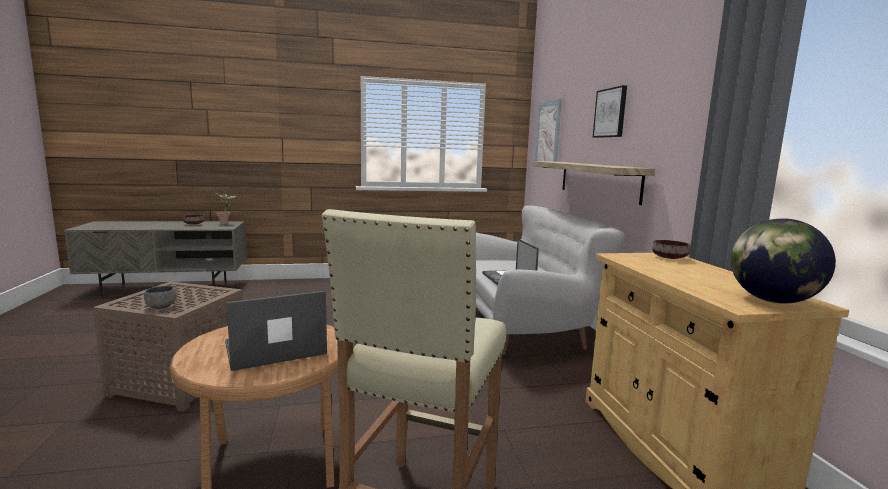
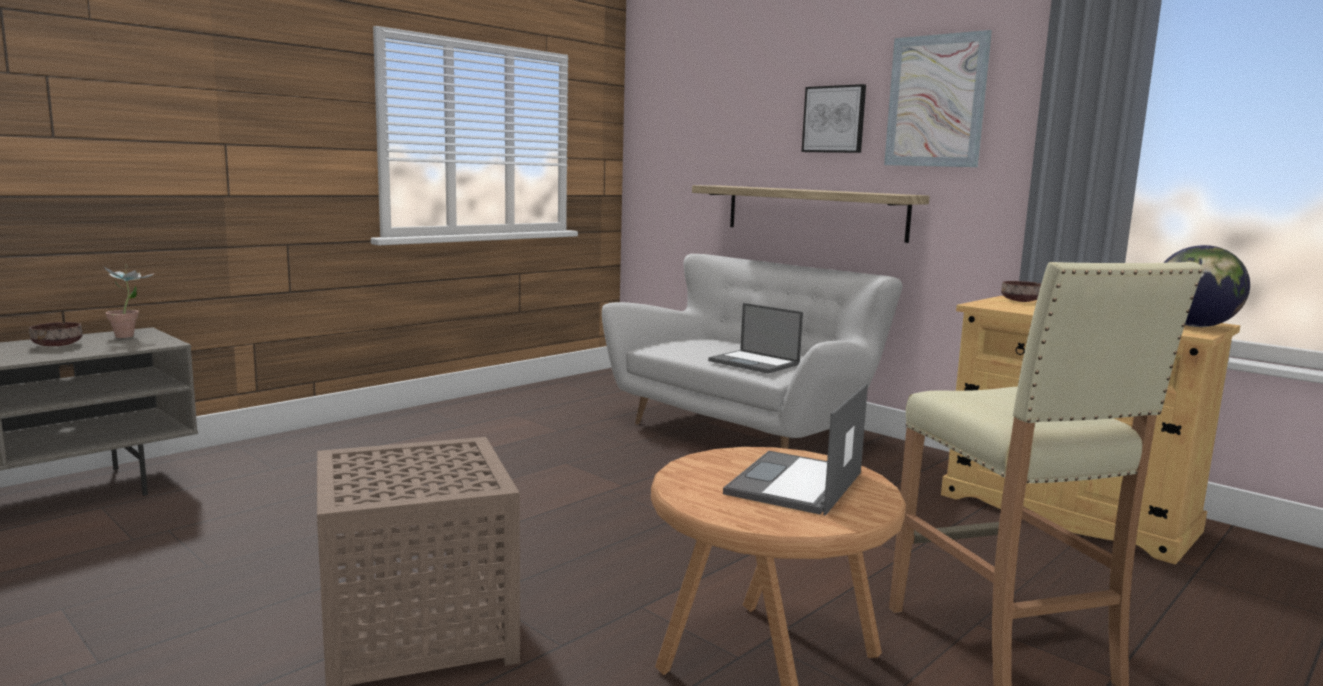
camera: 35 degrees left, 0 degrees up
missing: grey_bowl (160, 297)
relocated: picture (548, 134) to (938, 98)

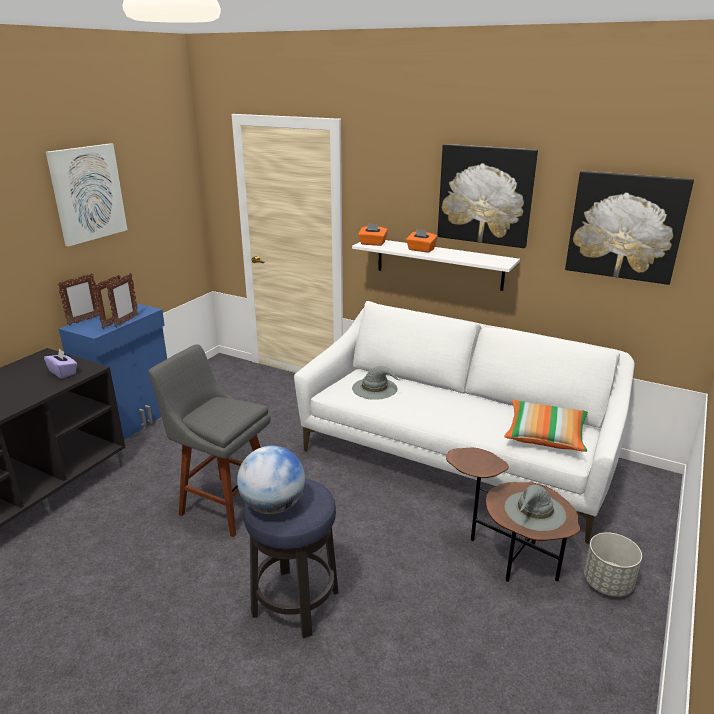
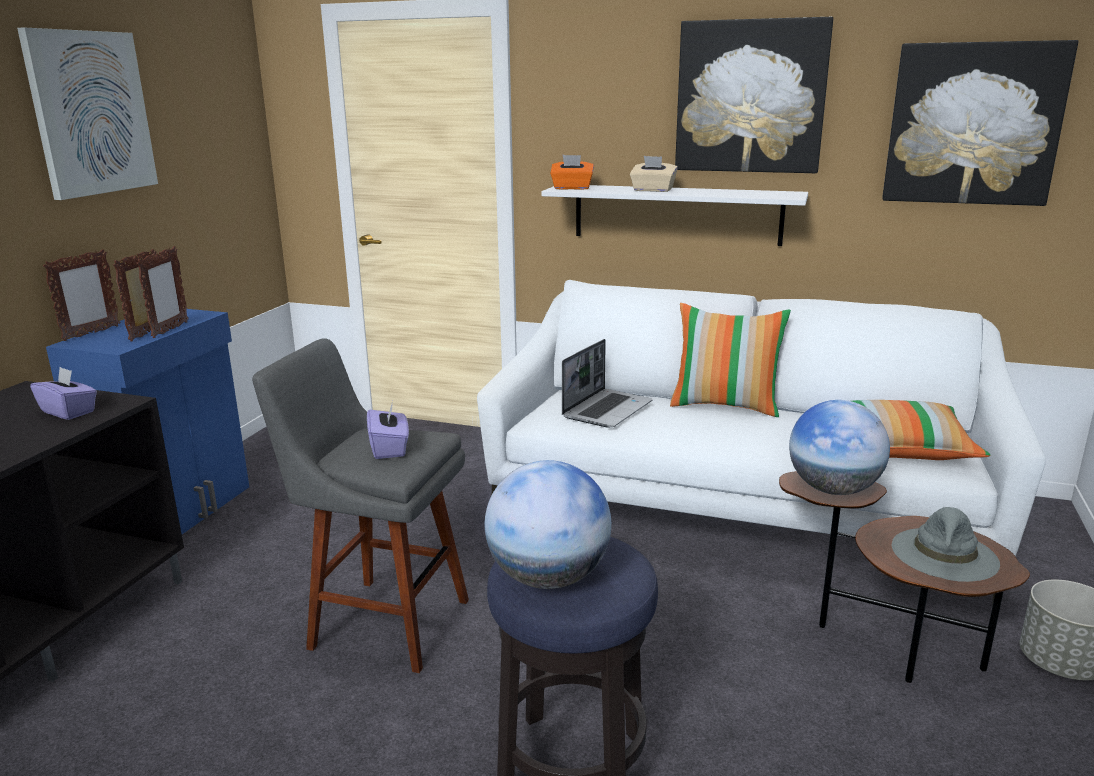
camera: 10 degrees left, 5 degrees down
appeared: purple_tissue_box (388, 430); pillow (730, 360); globe (839, 447)
exchanged: grey_hat (376, 383) to laptop (607, 383)
colour: orange_tissue_box (422, 240) to beige_tissue_box (654, 174)

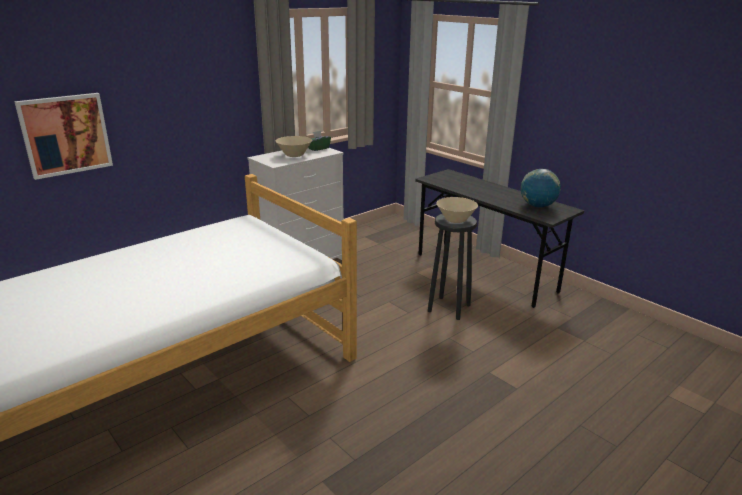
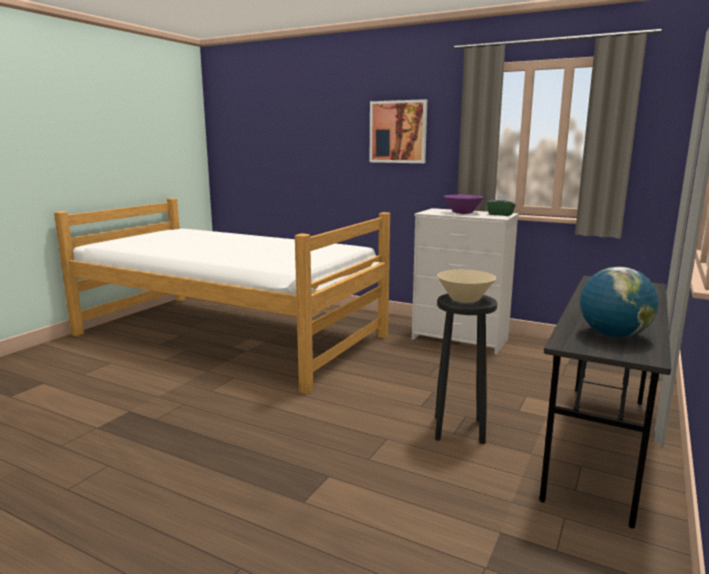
camera: 70 degrees right, 10 degrees down
relocated: picture (63, 136) to (398, 131)
colour: beige_bowl (293, 146) to purple_bowl (464, 204)

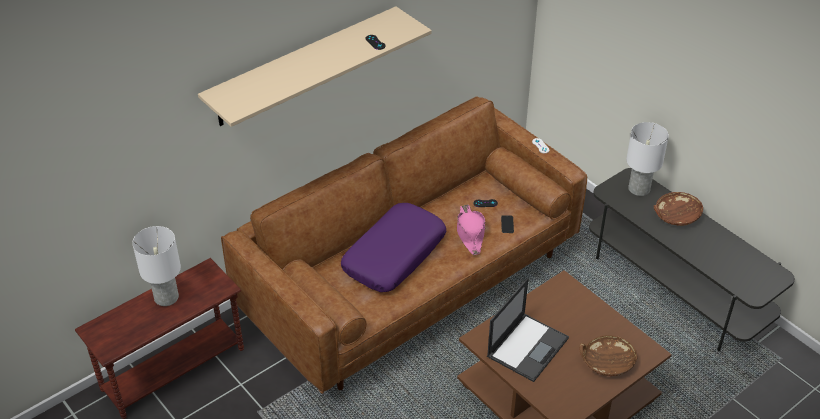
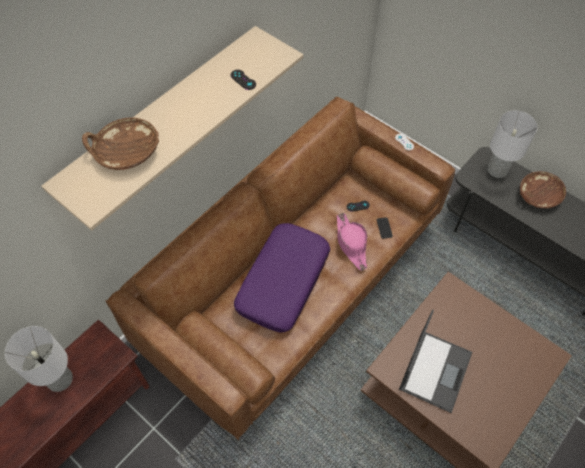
camera: 10 degrees left, 15 degrees up
relocated: brown_bowl (608, 355) to (120, 143)

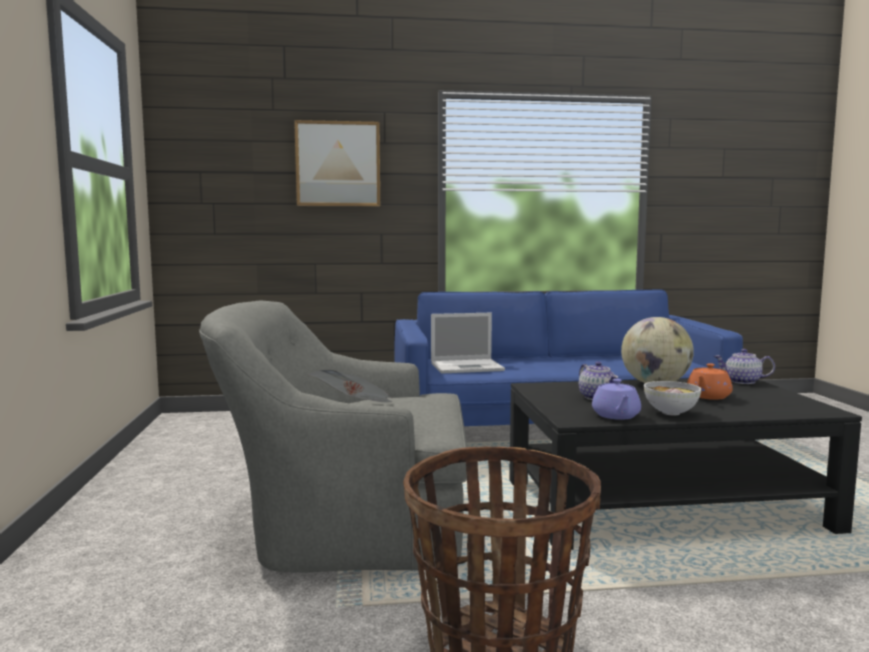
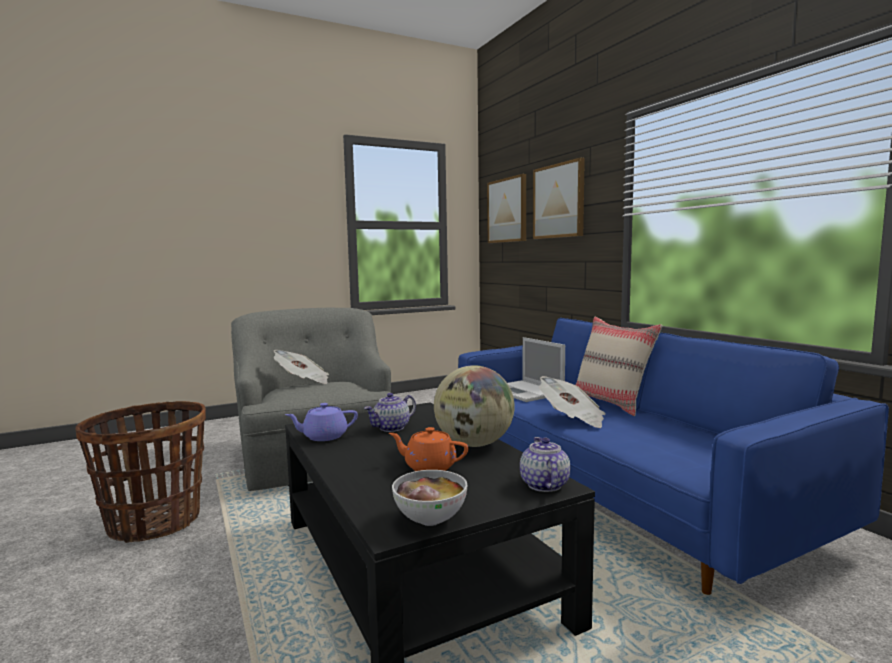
camera: 70 degrees right, 0 degrees up
appeared: picture (506, 208); newspaper (572, 402); beige_pillow (619, 366)
relocated: bowl (672, 398) to (429, 498)

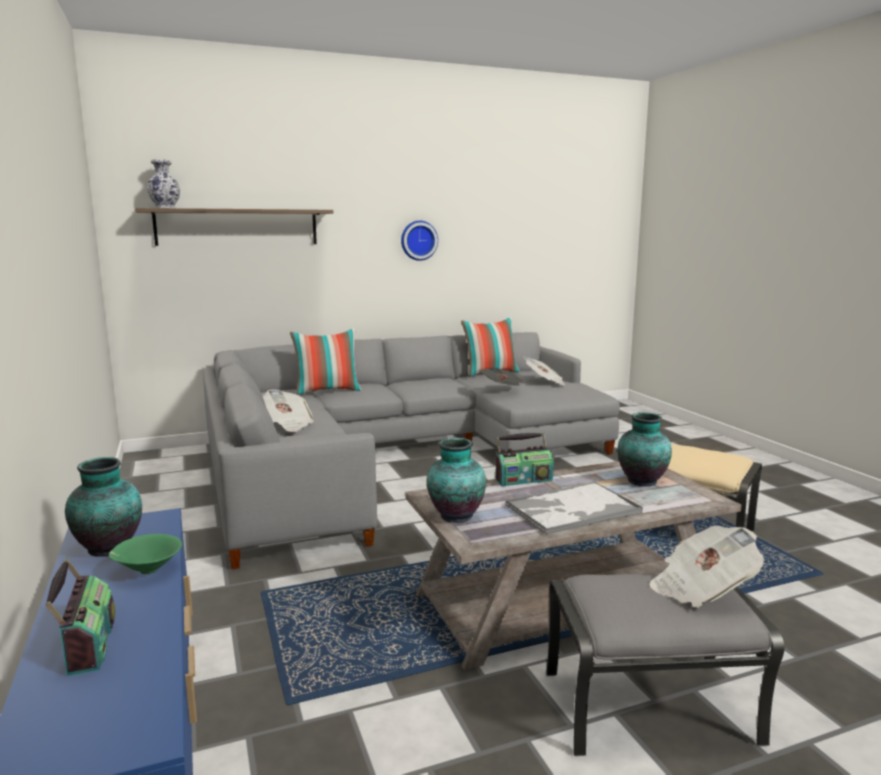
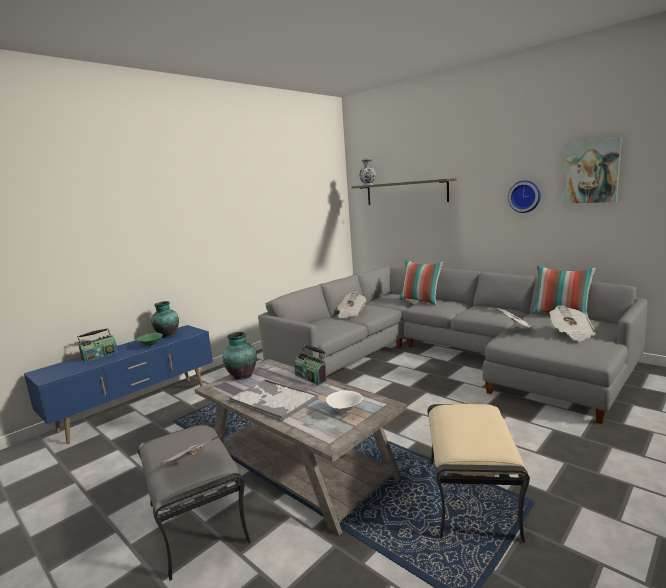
camera: 65 degrees right, 0 degrees up
appeared: picture (592, 170)
exchanged: vase (644, 449) to white_bowl (344, 402)

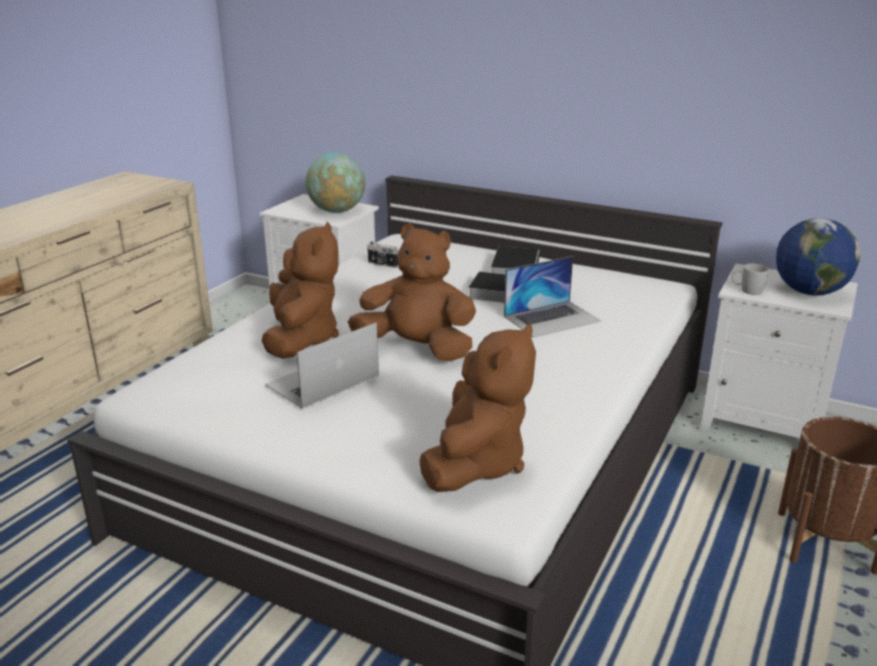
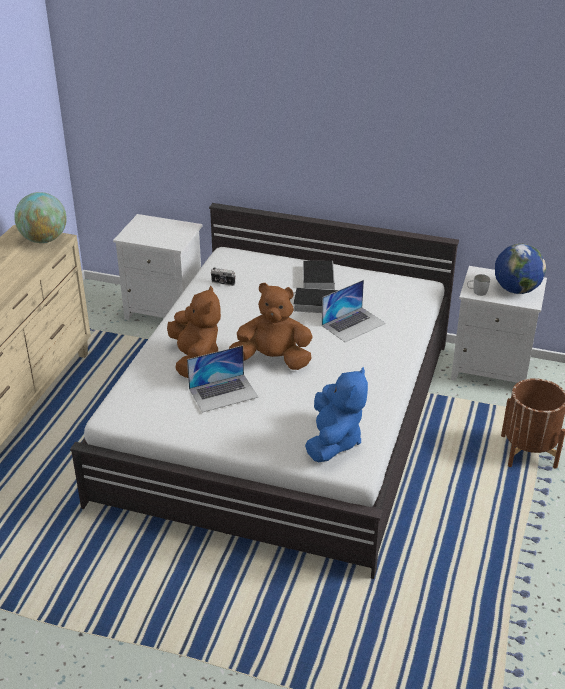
camera: 10 degrees left, 10 degrees up
relocated: globe (335, 182) to (40, 217)
colour: brown_plush_toy (477, 407) to blue_plush_toy (336, 414)
spun: laptop (322, 365) = (222, 379) 150 degrees counterclockwise

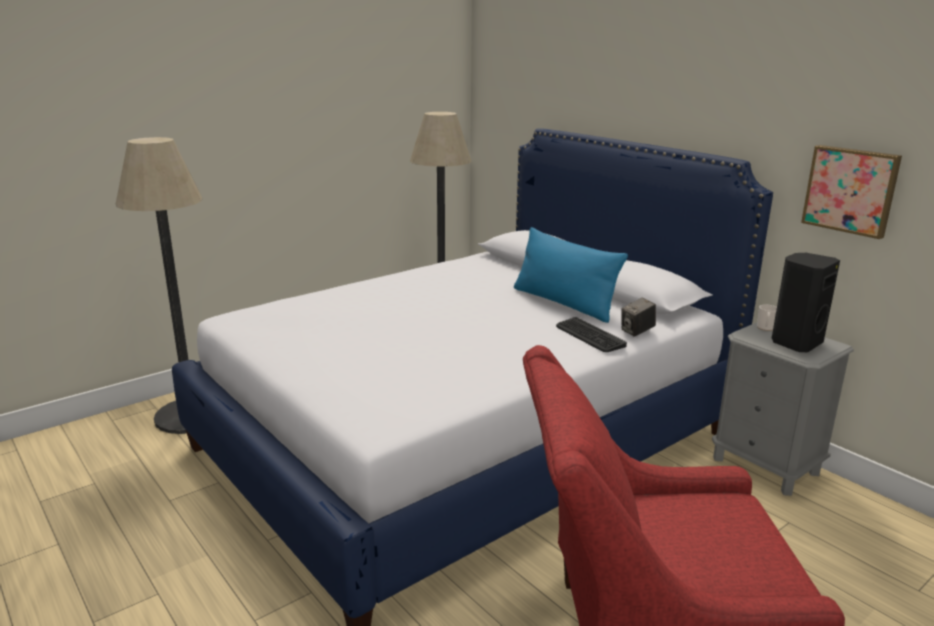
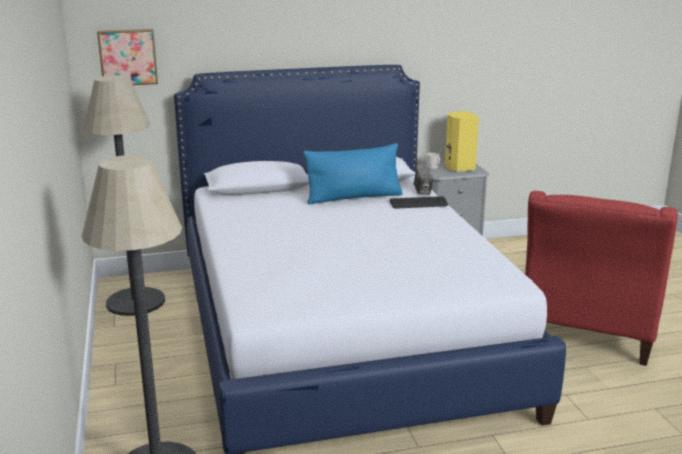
camera: 65 degrees left, 0 degrees up
relocated: picture (851, 192) to (127, 57)
colour: black_speaker (806, 302) to yellow_speaker (462, 141)

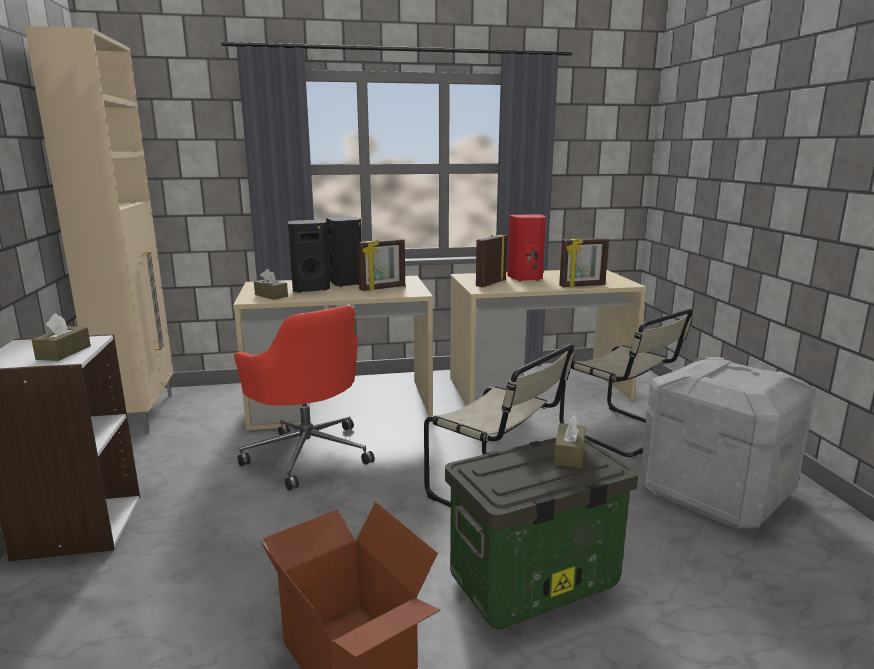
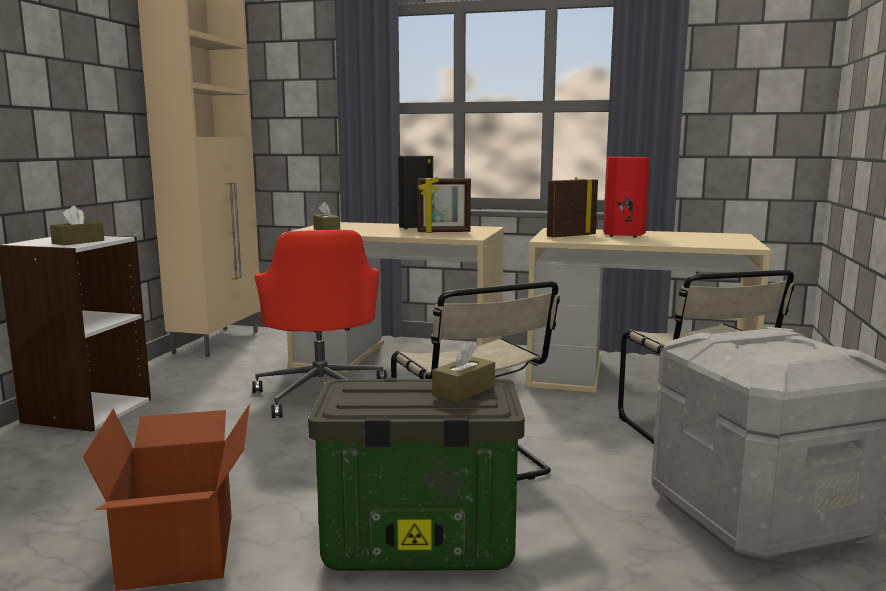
camera: 25 degrees right, 5 degrees down
missing: black_speaker (309, 256); picture_frame (584, 263)

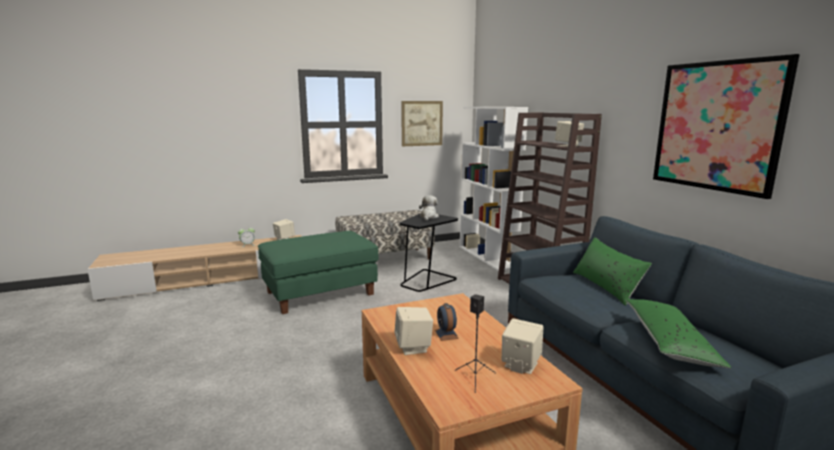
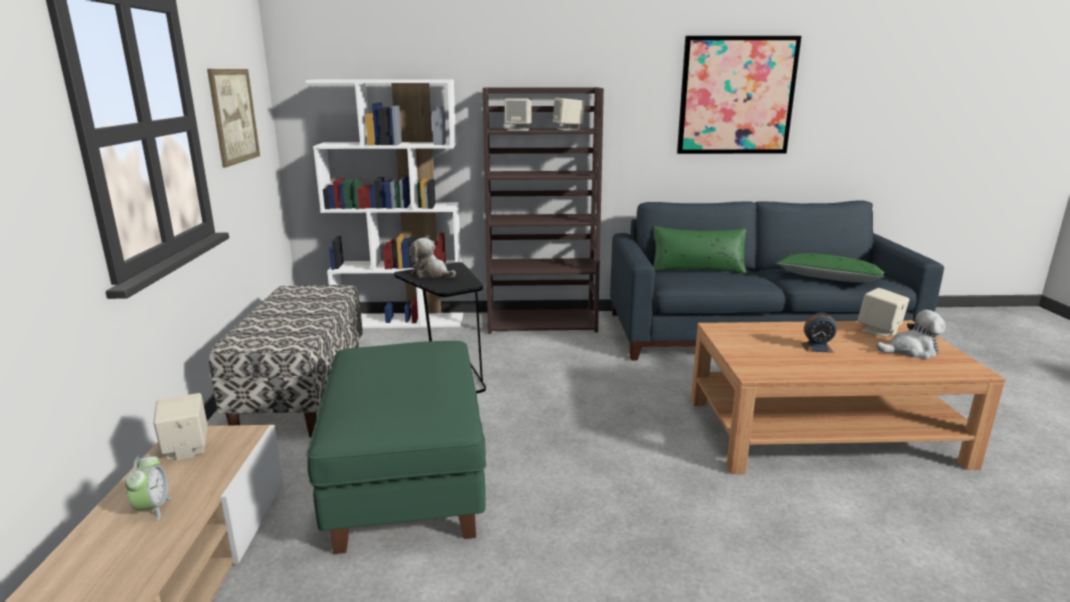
camera: 70 degrees left, 5 degrees up
relocated: beige_speaker (413, 331) to (518, 114)
exchanged: black_speaker (475, 343) to plush_toy (911, 334)

